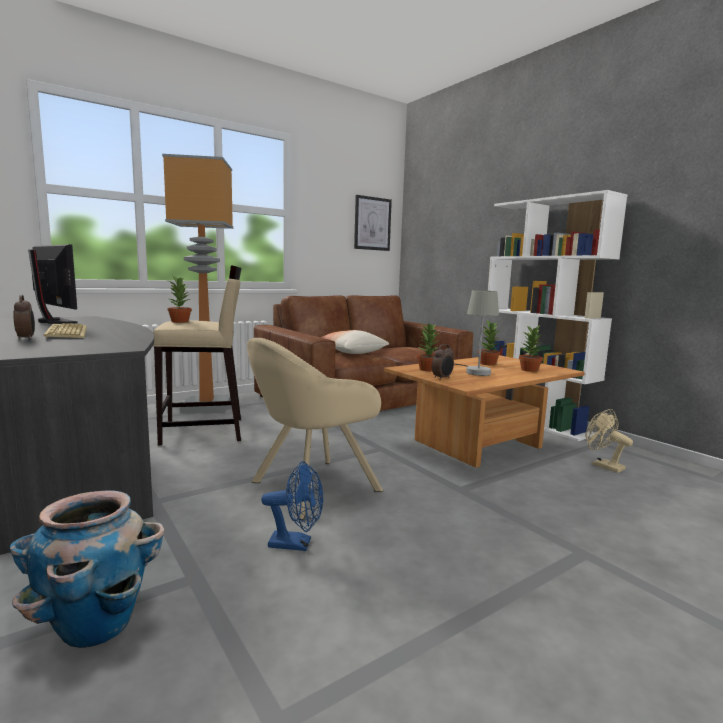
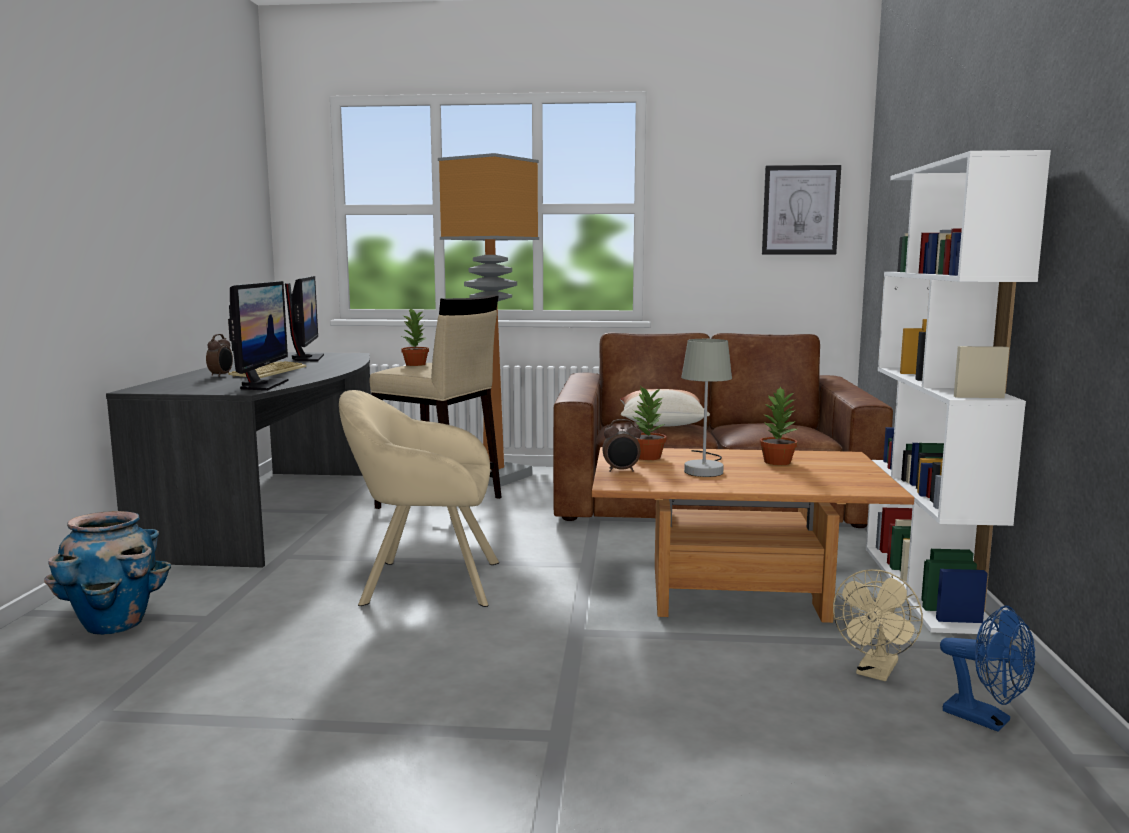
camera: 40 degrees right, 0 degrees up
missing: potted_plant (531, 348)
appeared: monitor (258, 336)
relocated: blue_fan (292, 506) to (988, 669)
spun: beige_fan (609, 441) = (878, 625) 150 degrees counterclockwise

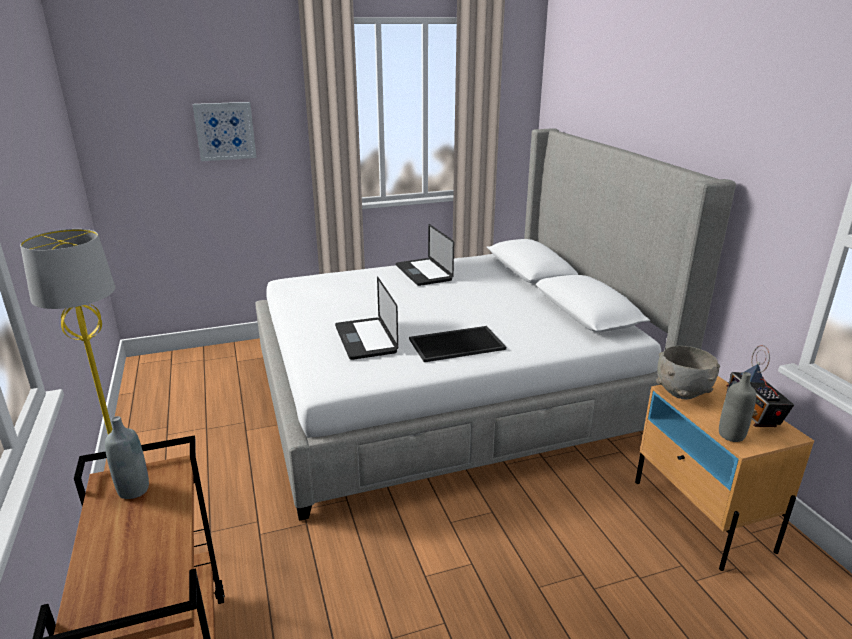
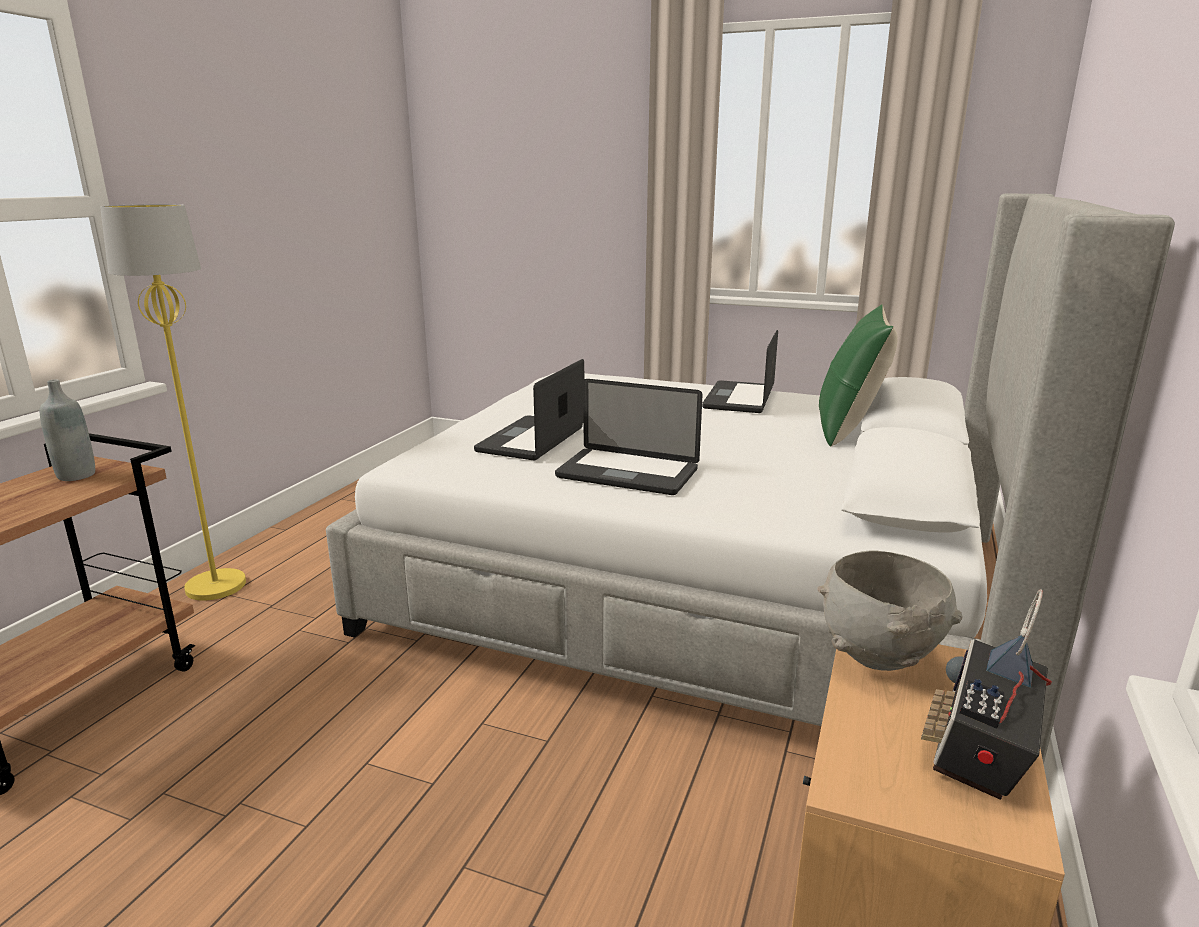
camera: 40 degrees right, 5 degrees down
missing: picture (224, 131); grey_bottle (737, 407)
appeared: green_pillow (858, 375)
exchanged: tray (457, 344) to laptop (629, 437)

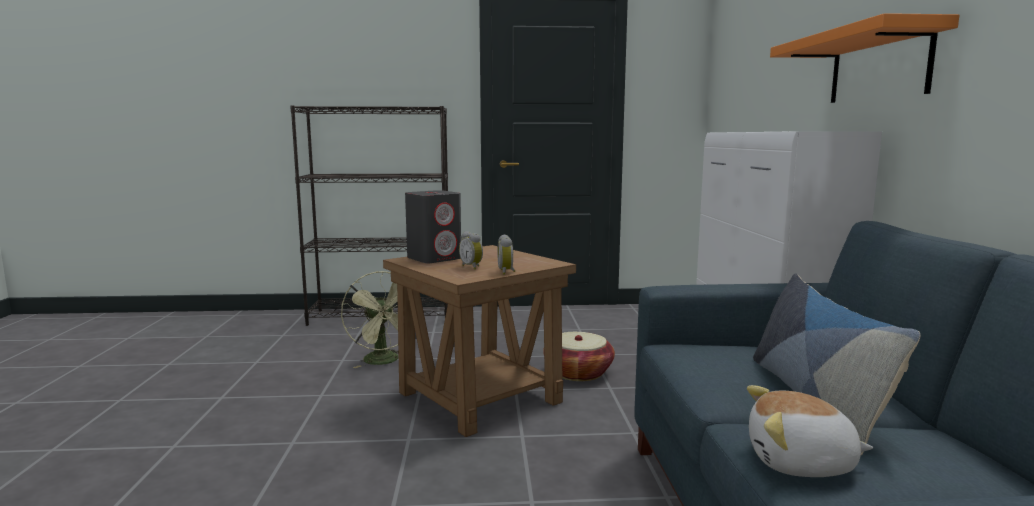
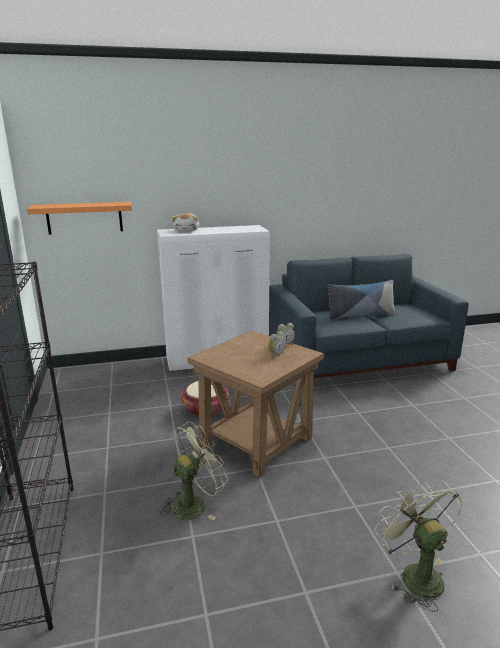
camera: 100 degrees left, 10 degrees up
missing: grey_speaker (433, 226)
appeared: green_fan (418, 546)
relocated: plush_toy (810, 431) to (185, 222); orange_shelf (864, 58) to (79, 218)

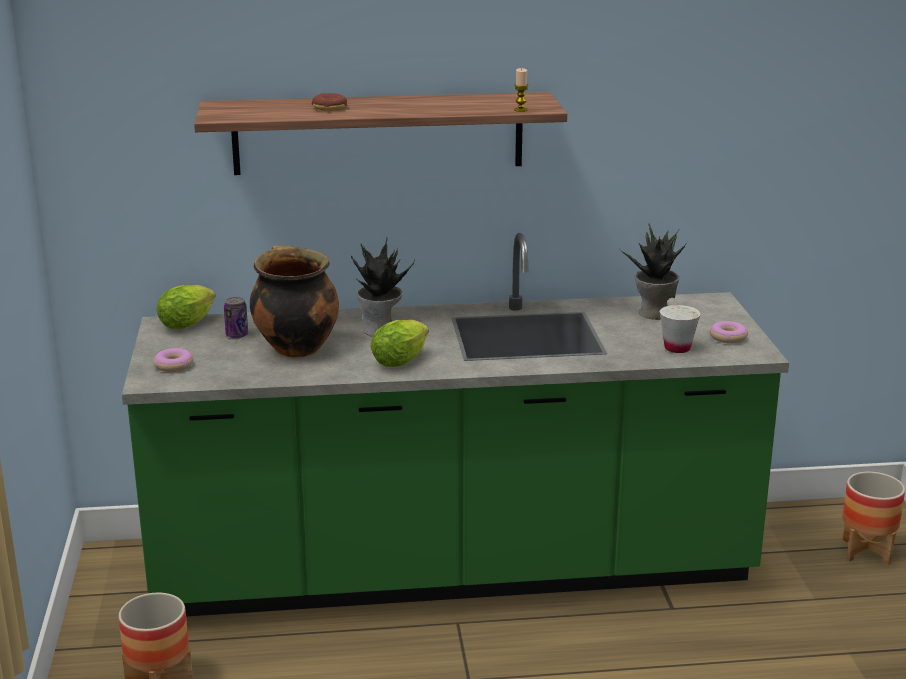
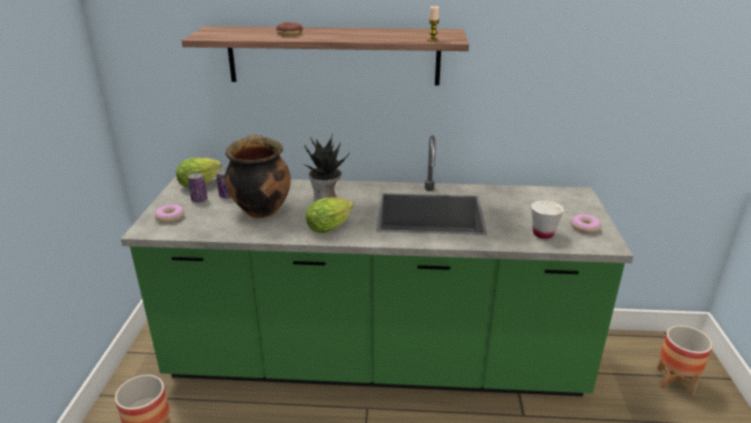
camera: 10 degrees right, 5 degrees up
missing: potted_plant (653, 272)
appeared: can (198, 188)

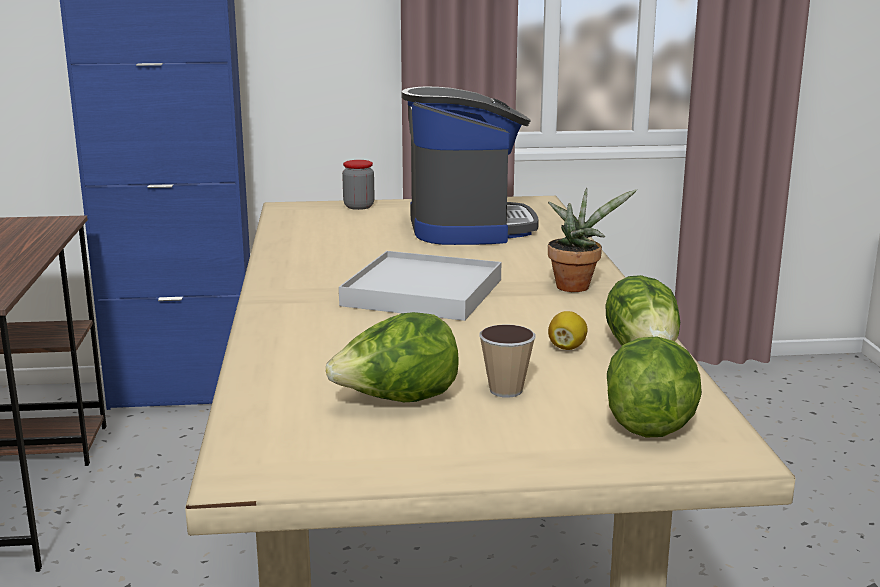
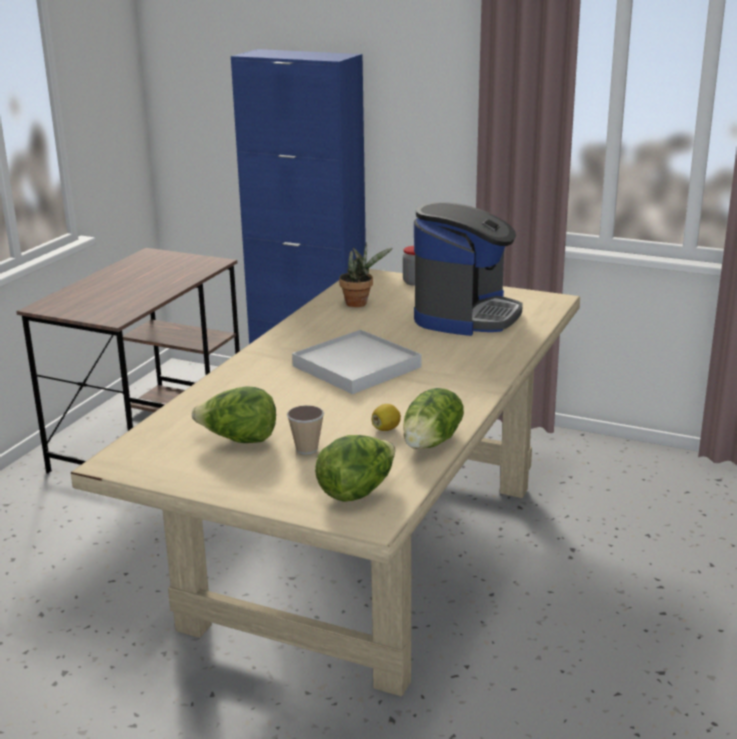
camera: 30 degrees right, 5 degrees up
relocated: potted_plant (592, 240) to (366, 274)

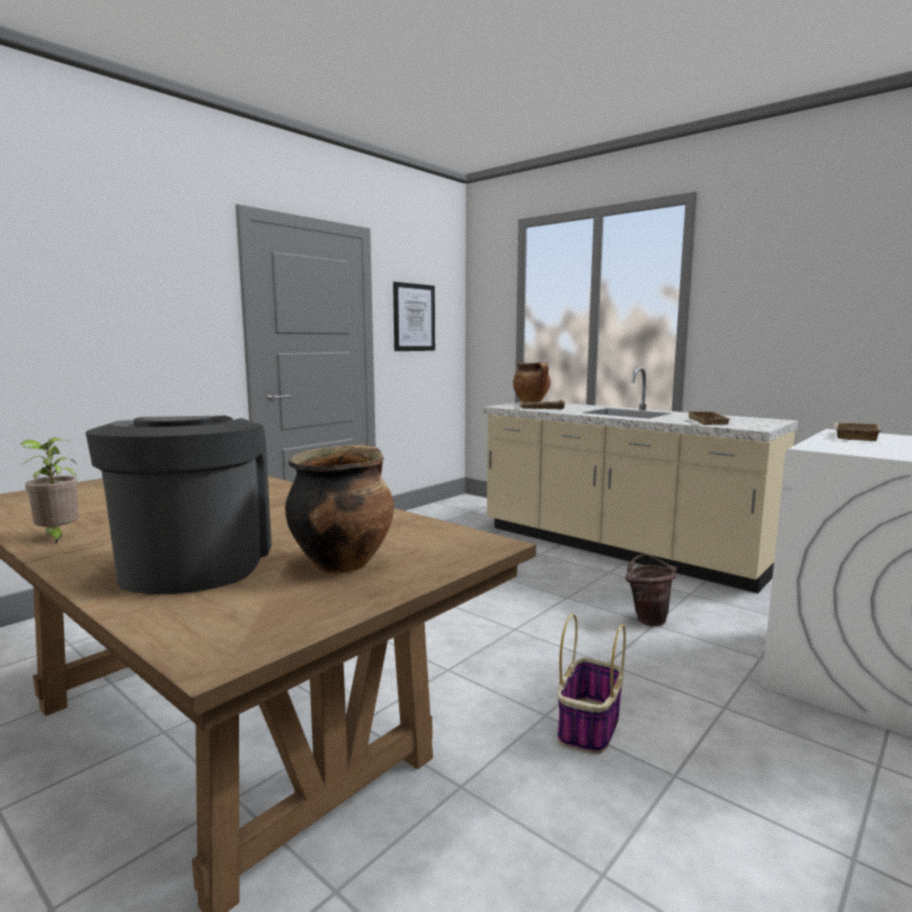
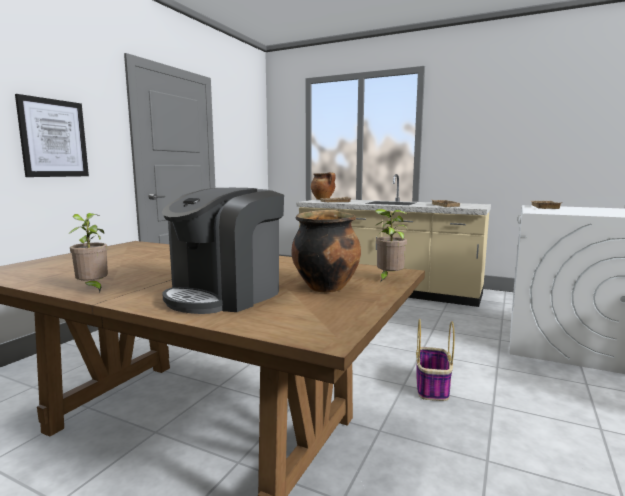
camera: 15 degrees left, 0 degrees up
missing: brown_bucket (651, 590)
appeared: potted_plant (390, 245)
relocated: picture (414, 316) to (52, 135)
spun: coffee_machine (178, 505) = (223, 251) 120 degrees counterclockwise

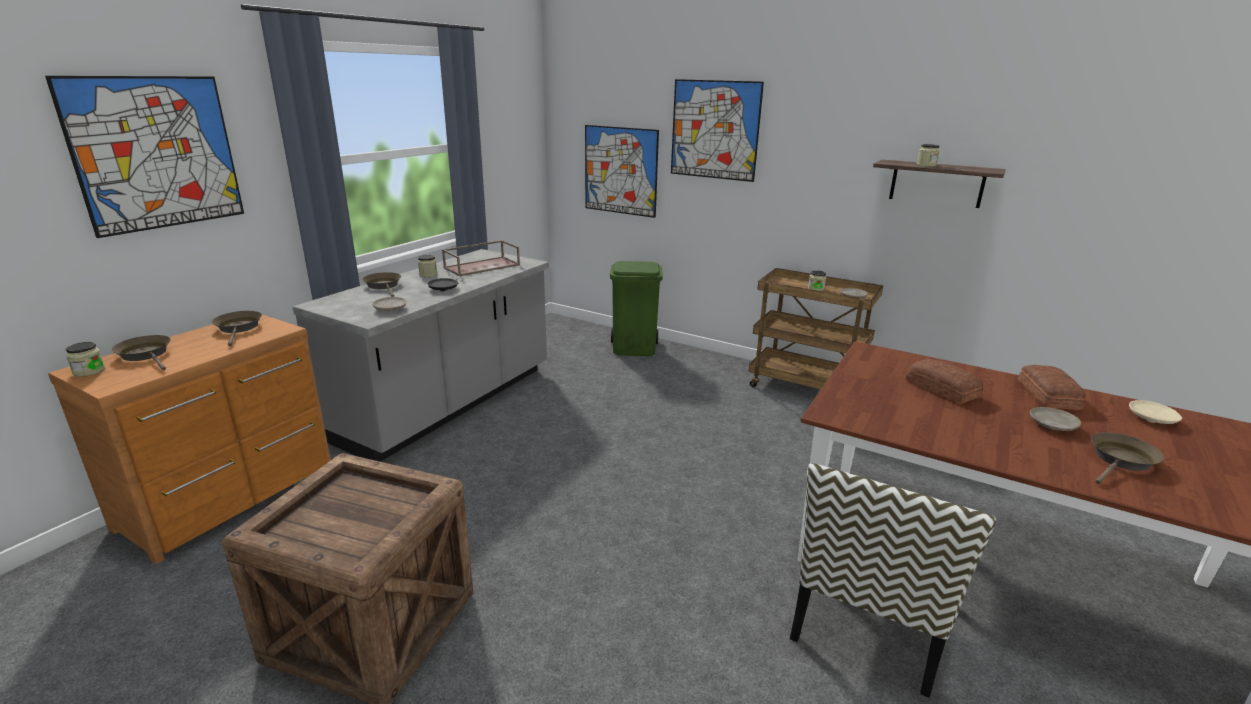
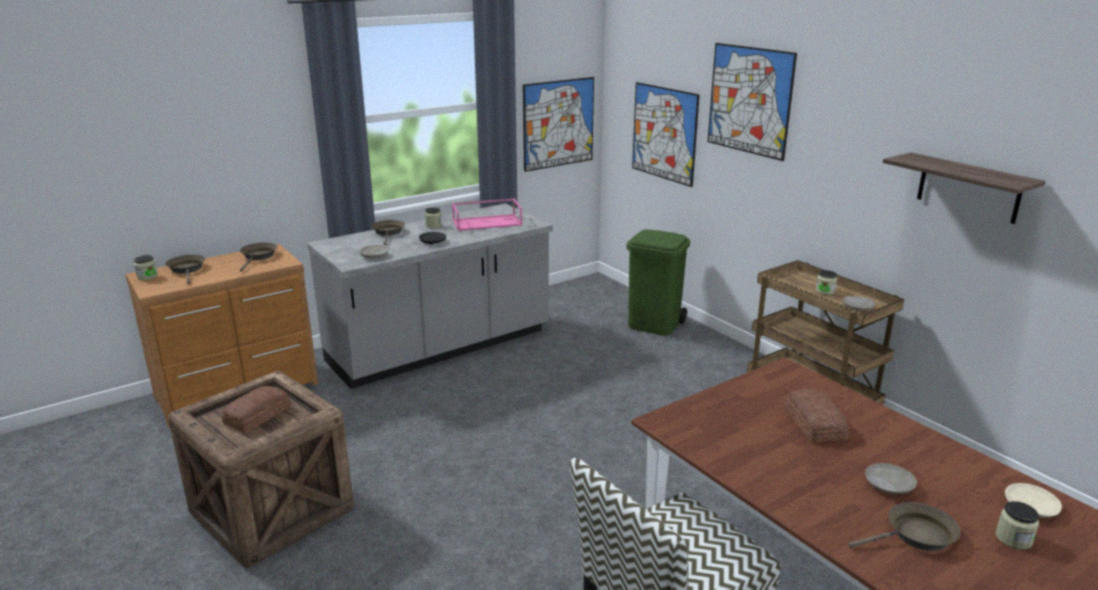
camera: 25 degrees right, 0 degrees up
relocated: picture (144, 157) to (558, 124); jar (928, 155) to (1017, 525); bread (1052, 387) to (256, 409)
colour: brown_tray (481, 258) to pink_tray (487, 214)

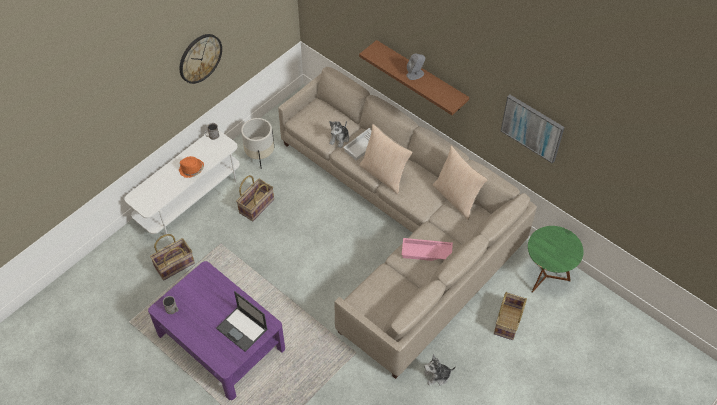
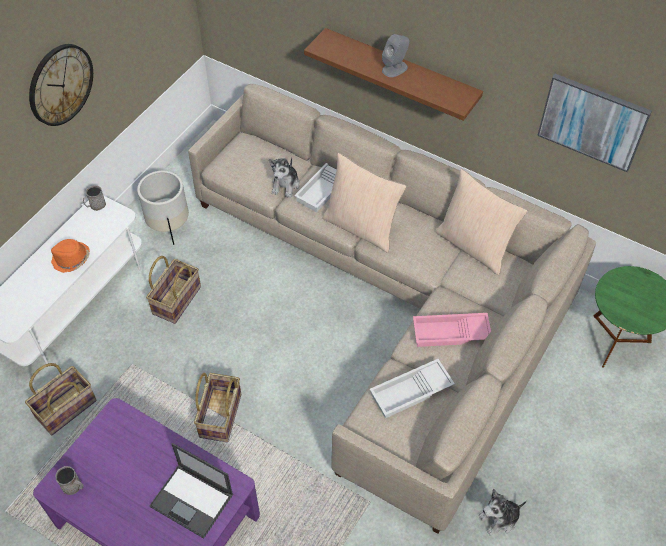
camera: 10 degrees left, 0 degrees up
appeared: white_tray (412, 388)
relocated: basket (510, 316) to (217, 407)

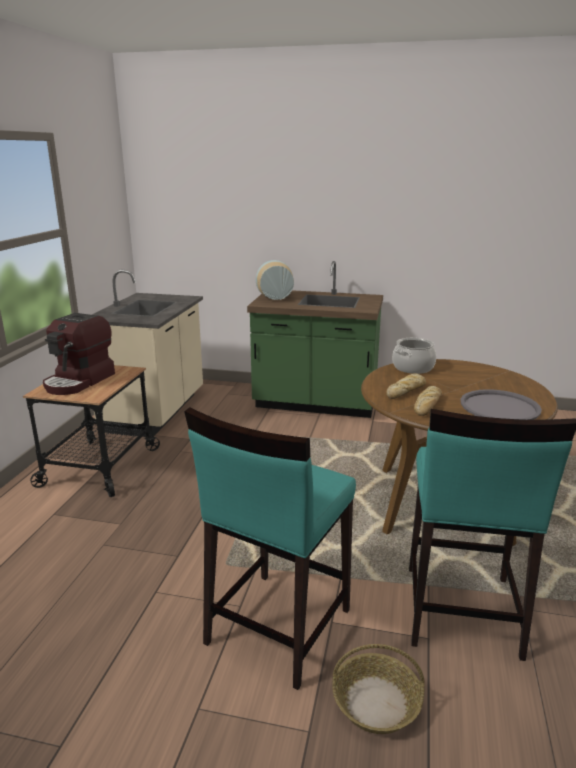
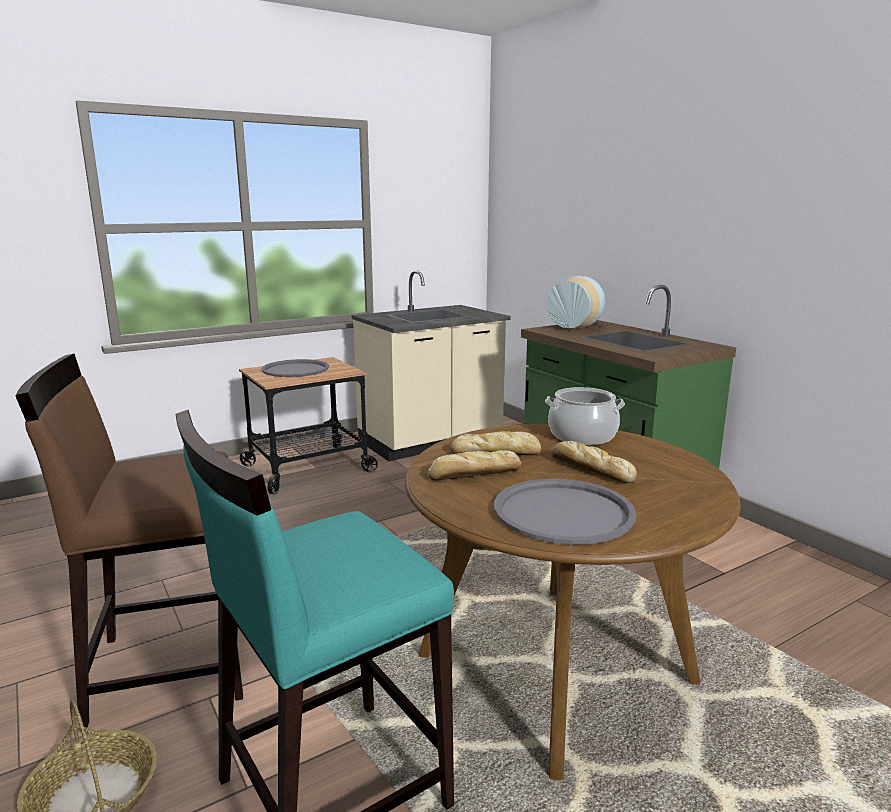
camera: 45 degrees right, 5 degrees down
appeared: bread (594, 462)
exchanged: coffee_machine (79, 354) to grey_tray (295, 368)
colour: turquoise_stool (270, 548) to brown_stool (129, 540)

